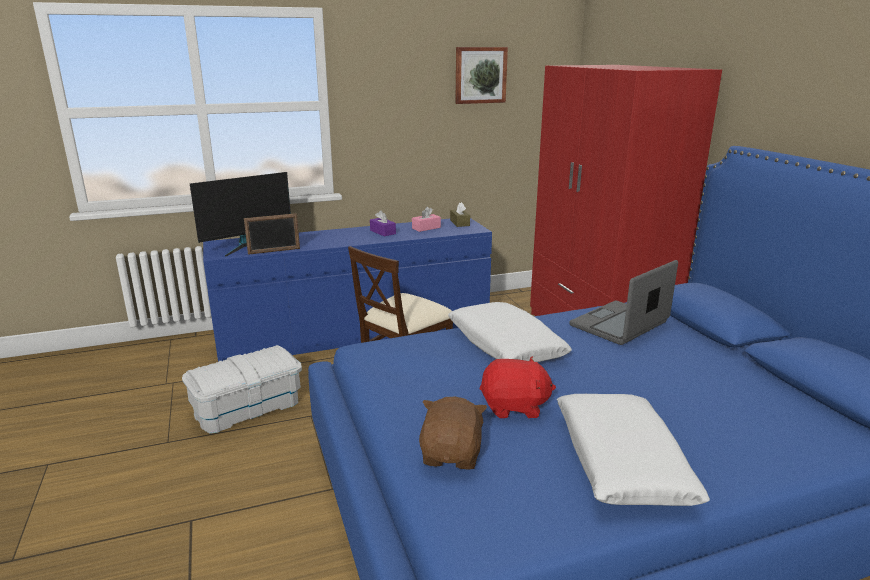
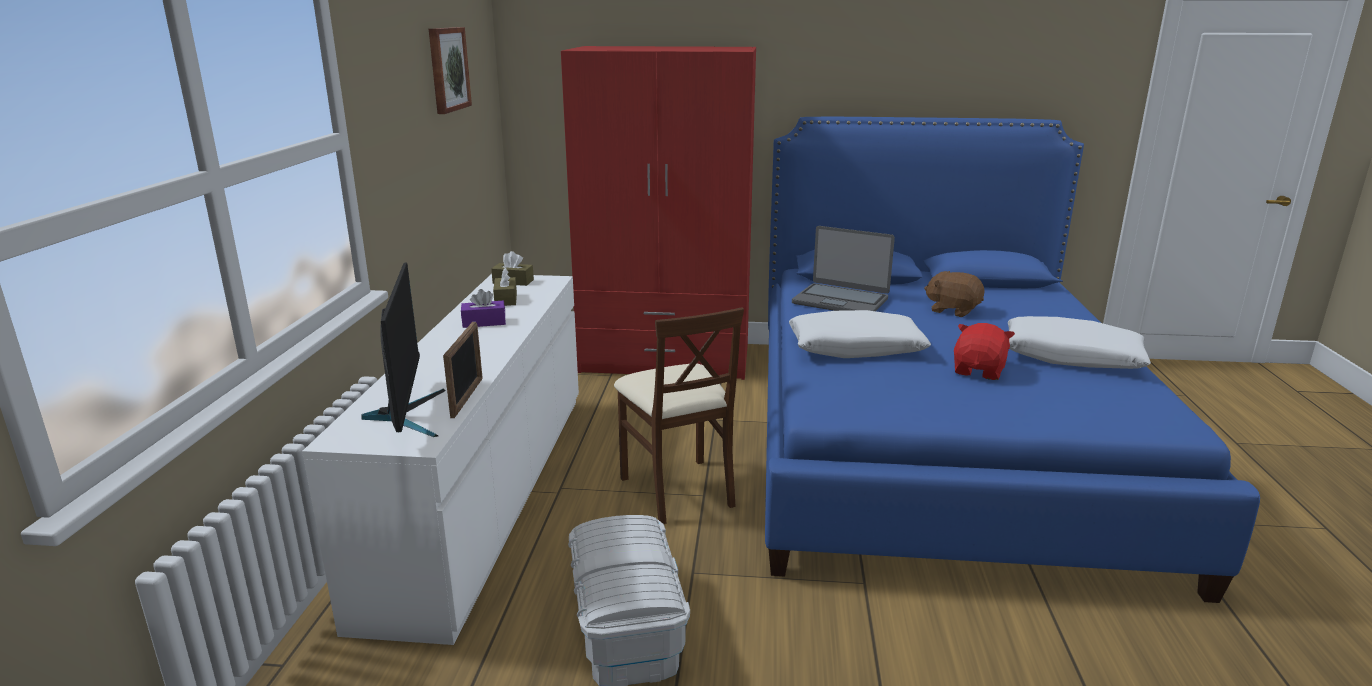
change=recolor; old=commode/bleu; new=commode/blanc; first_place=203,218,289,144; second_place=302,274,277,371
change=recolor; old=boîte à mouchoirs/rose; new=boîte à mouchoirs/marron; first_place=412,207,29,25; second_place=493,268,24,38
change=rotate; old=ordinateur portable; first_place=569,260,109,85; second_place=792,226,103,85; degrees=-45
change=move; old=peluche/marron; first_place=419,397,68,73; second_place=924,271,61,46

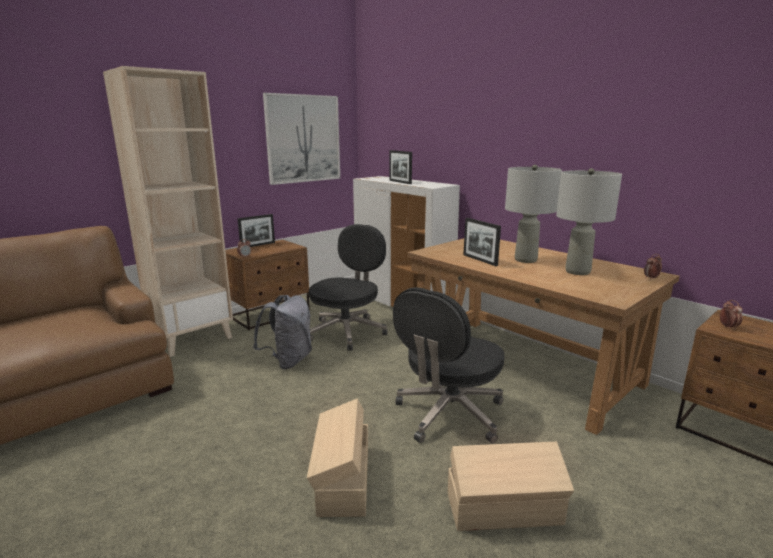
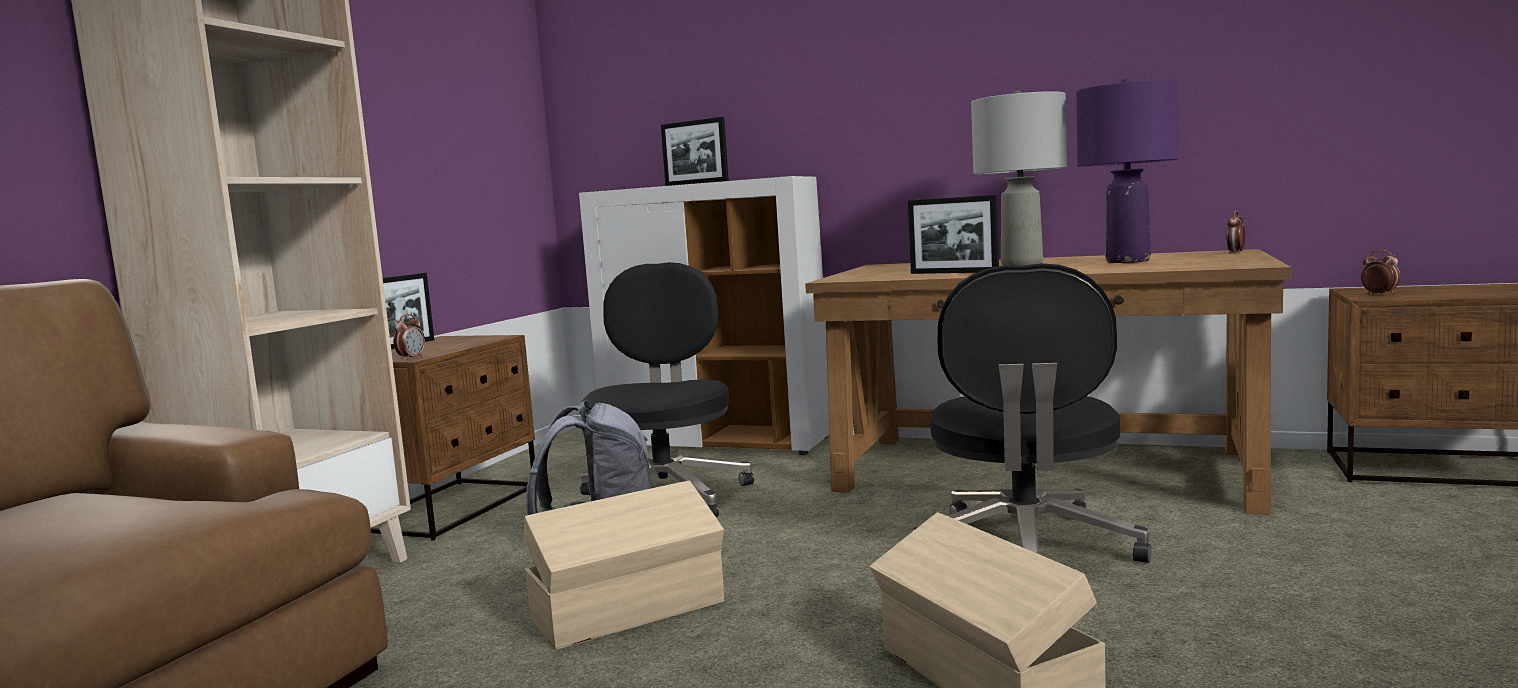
change=move; old=boîte de rangement/beige; first_place=448,442,126,89; second_place=523,481,201,169
change=recolor; old=lampe de table/gris; new=lampe de table/violet; first_place=556,168,66,107; second_place=1076,79,102,184
change=delete; old=tableau; first_place=263,93,77,92

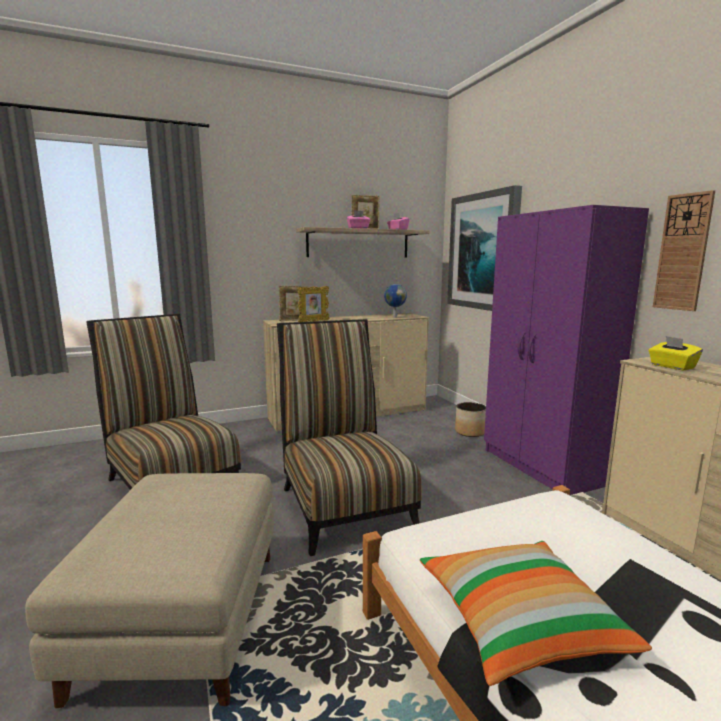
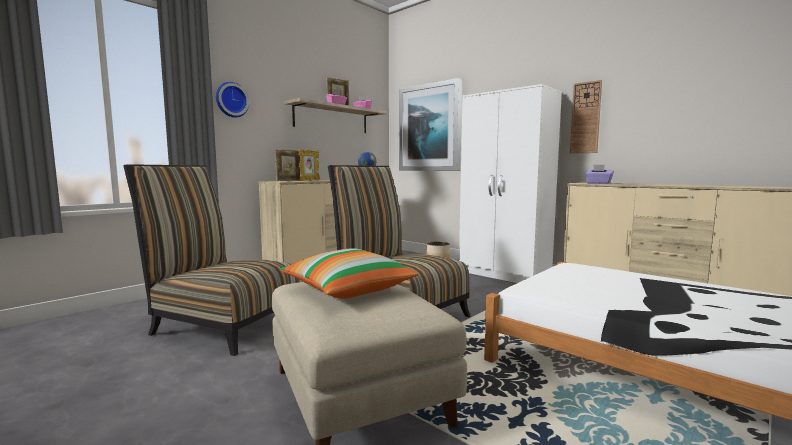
change=insert; new=horloge murale; second_place=216,82,33,35
change=move; old=coussin; first_place=420,541,232,145; second_place=280,248,139,51
change=recolor; old=armoire/violet; new=armoire/blanc; first_place=484,205,165,290; second_place=459,84,103,199
change=recolor; old=boîte à mouchoirs/jaune; new=boîte à mouchoirs/violet; first_place=649,336,54,34; second_place=585,165,29,19

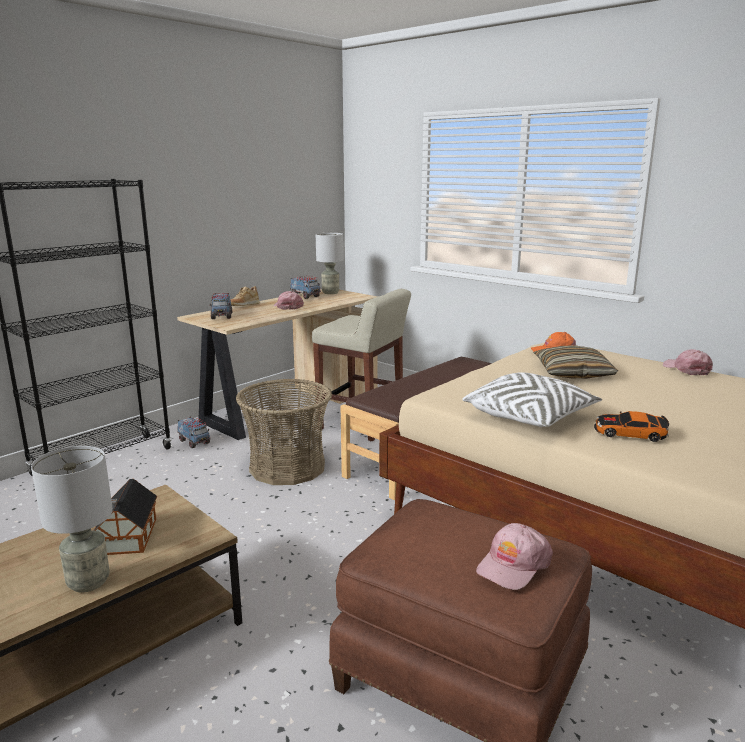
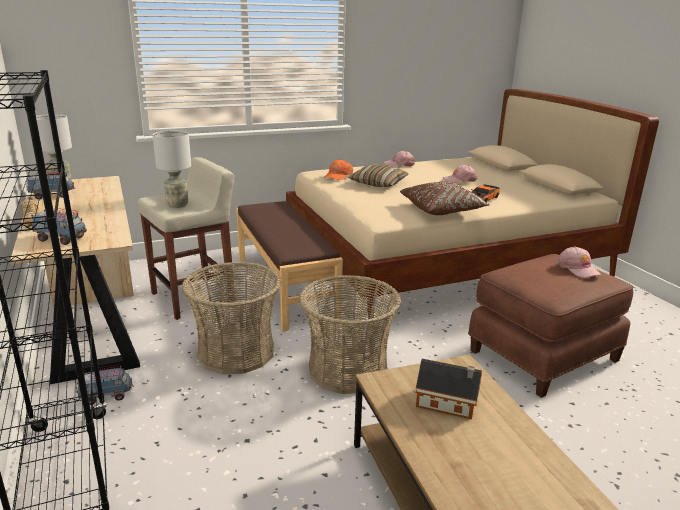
change=move; old=lampe de table/gris; first_place=31,446,82,146; second_place=153,131,38,77
change=insert; new=panier; second_place=299,275,102,119
change=recolor; old=coussin/blanc; new=coussin/marron; first_place=462,372,140,55; second_place=400,182,90,33
change=move; old=casquette/rose; first_place=273,291,31,19; second_place=443,165,35,18

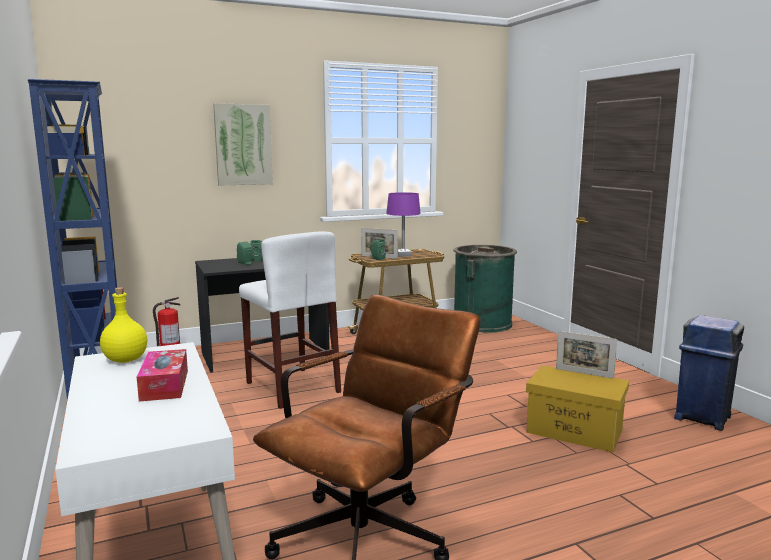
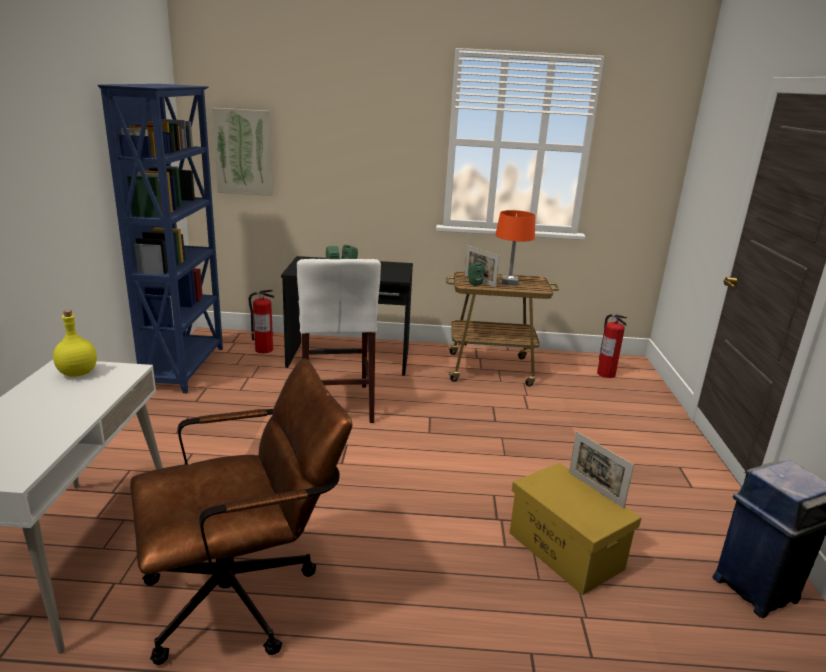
change=move; old=tableau; first_place=213,103,60,83; second_place=212,108,61,88
change=recolor; old=lampe de table/violet; new=lampe de table/orange; first_place=386,192,35,65; second_place=495,210,40,76
change=replace; old=poubelle/vert; new=extincteur; first_place=453,245,64,88; second_place=597,314,30,64
change=delete; old=boîte à mouchoirs; first_place=137,349,51,53

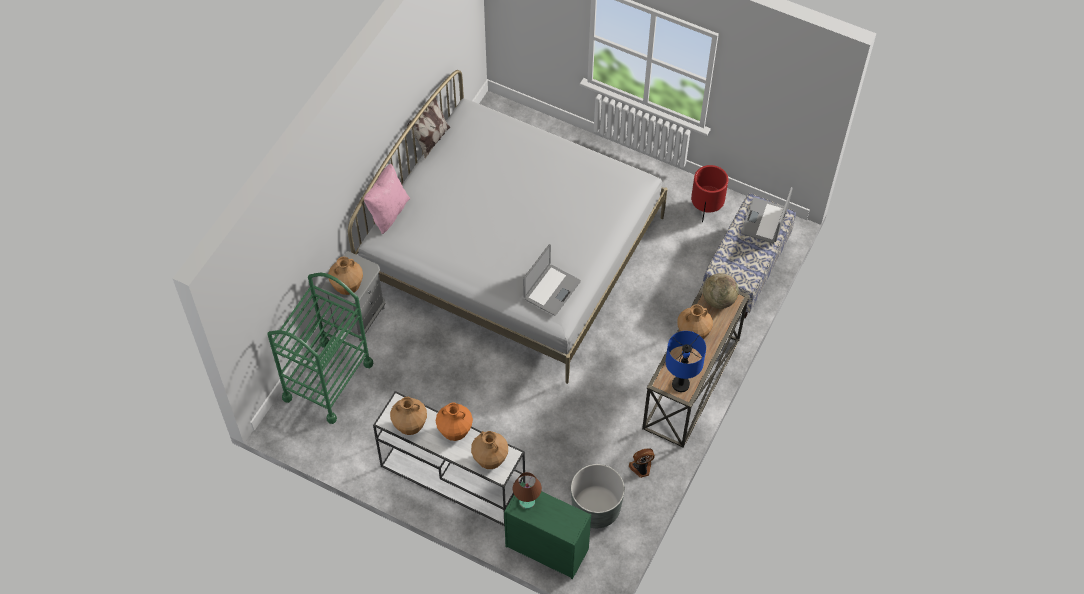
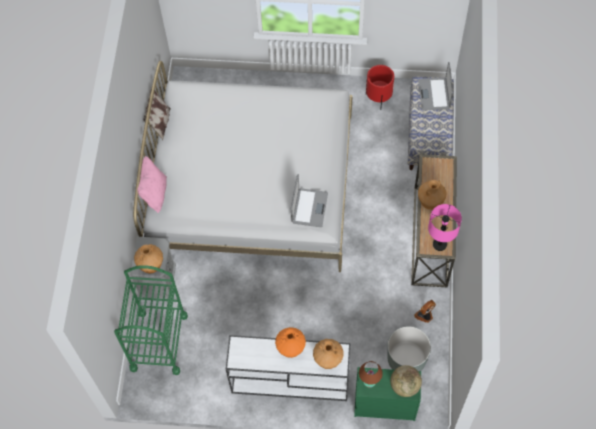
change=move; old=globe; first_place=703,273,36,36; second_place=390,365,32,32
change=recolor; old=lampe de table/bleu; new=lampe de table/rose; first_place=666,331,40,61; second_place=428,204,34,47
change=delete; old=vase/marron; first_place=390,397,37,38

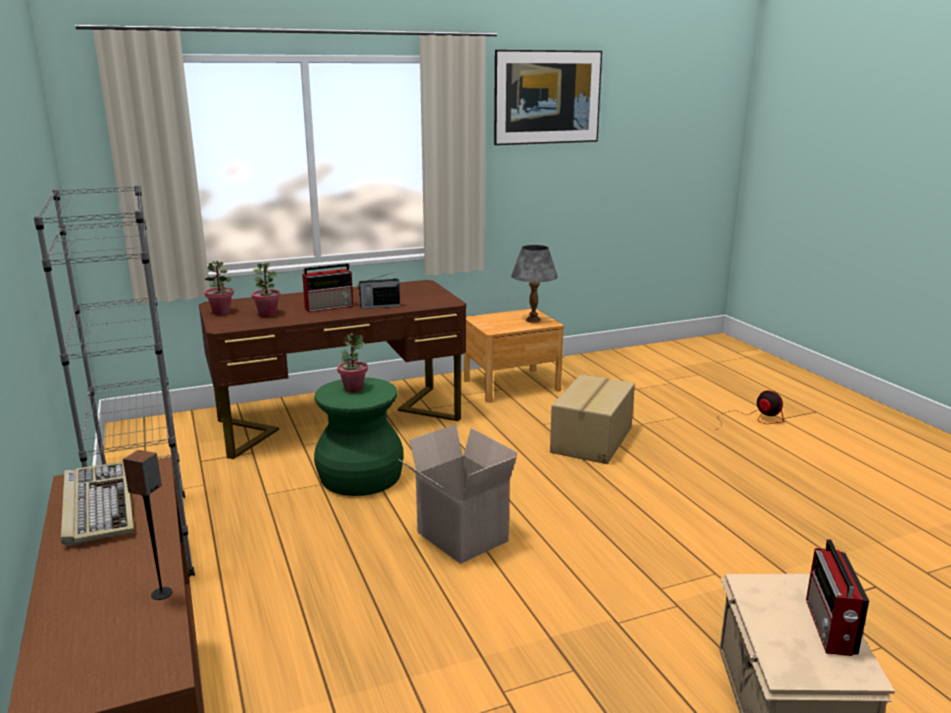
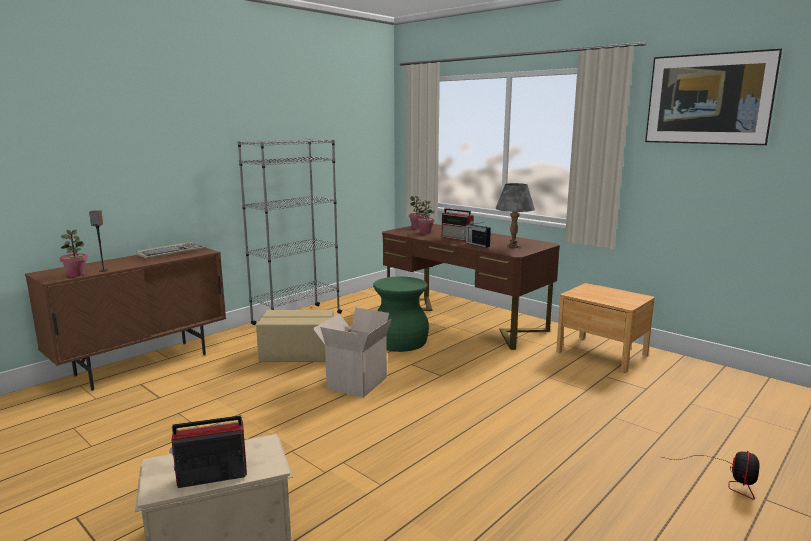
change=move; old=plante en pot; first_place=337,333,31,59; second_place=60,229,28,48
change=move; old=carton; first_place=550,374,85,90; second_place=256,310,78,52
change=move; old=lampe de table/gris; first_place=511,245,47,78; second_place=495,183,40,65

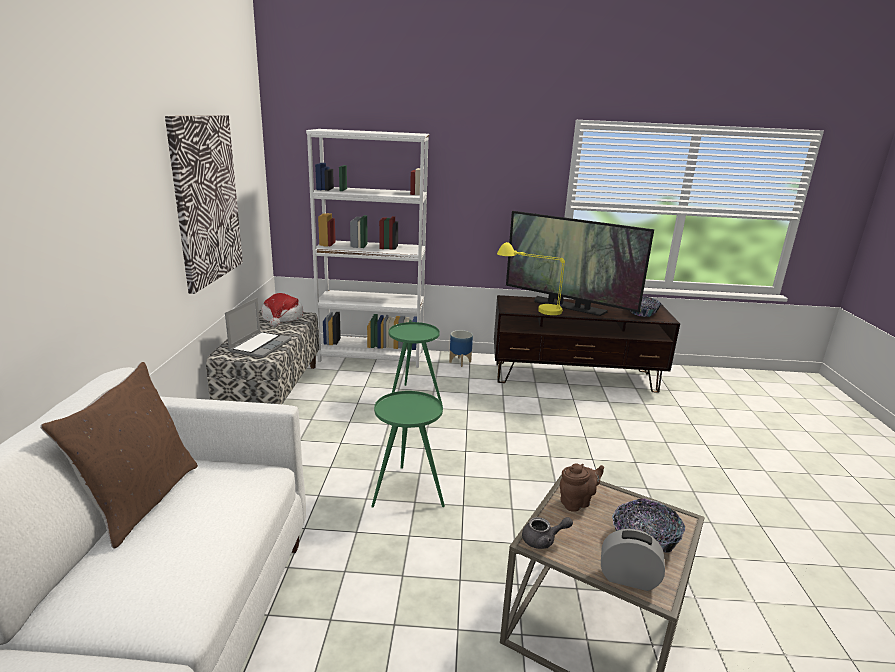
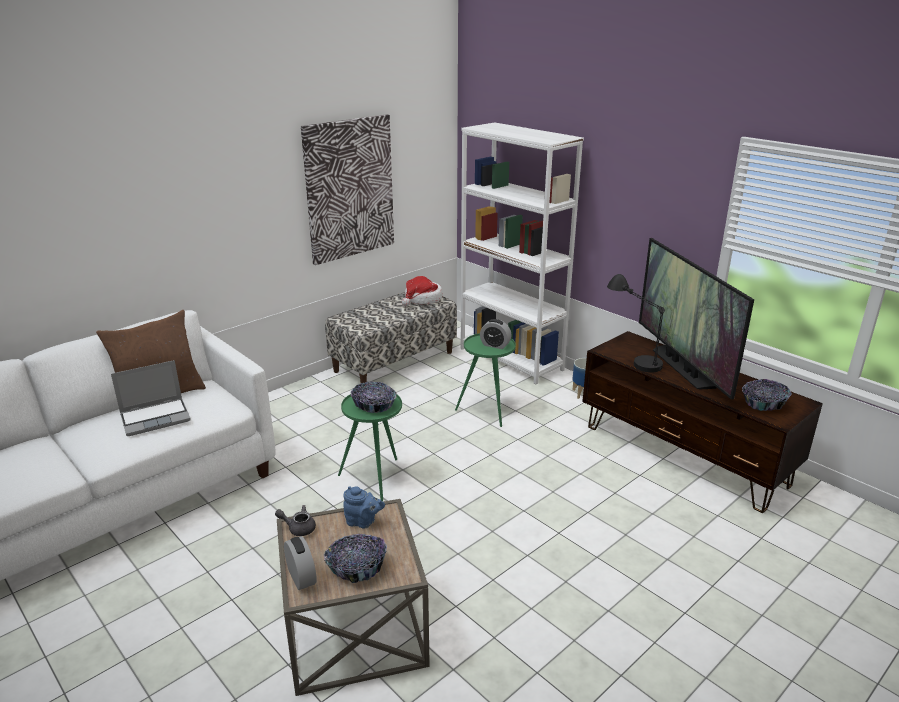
change=move; old=ordinateur portable; first_place=225,298,67,60; second_place=111,360,80,76
change=rotate; old=théière/gris; first_place=522,517,51,32; second_place=275,505,41,31; degrees=150
change=recolor; old=théière/marron; new=théière/bleu; first_place=560,463,44,49; second_place=343,486,42,42
change=insert; new=bol; second_place=351,382,46,31
change=insert; new=réveil; second_place=480,319,32,30
change=recolor; old=lampe de table/jaune; new=lampe de table/noir; first_place=497,242,68,73; second_place=607,274,58,99

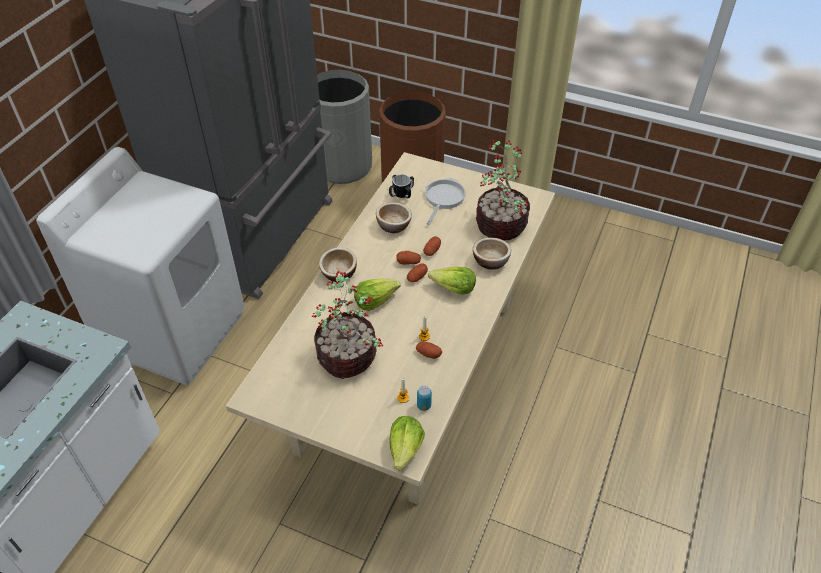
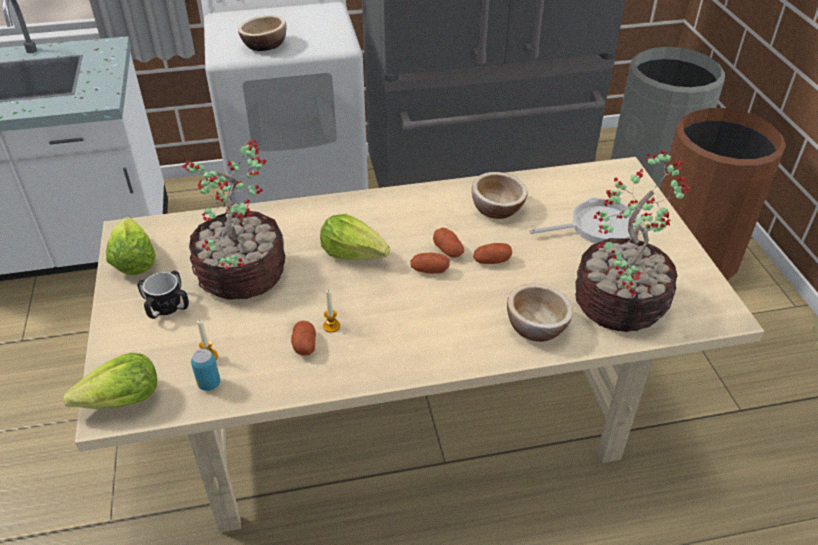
change=move; old=laitue; first_place=428,267,48,28; second_place=106,217,50,58
change=move; old=mug; first_place=389,174,25,24; second_place=137,271,52,48
change=move; old=bol; first_place=319,247,38,35; second_place=238,15,48,36

